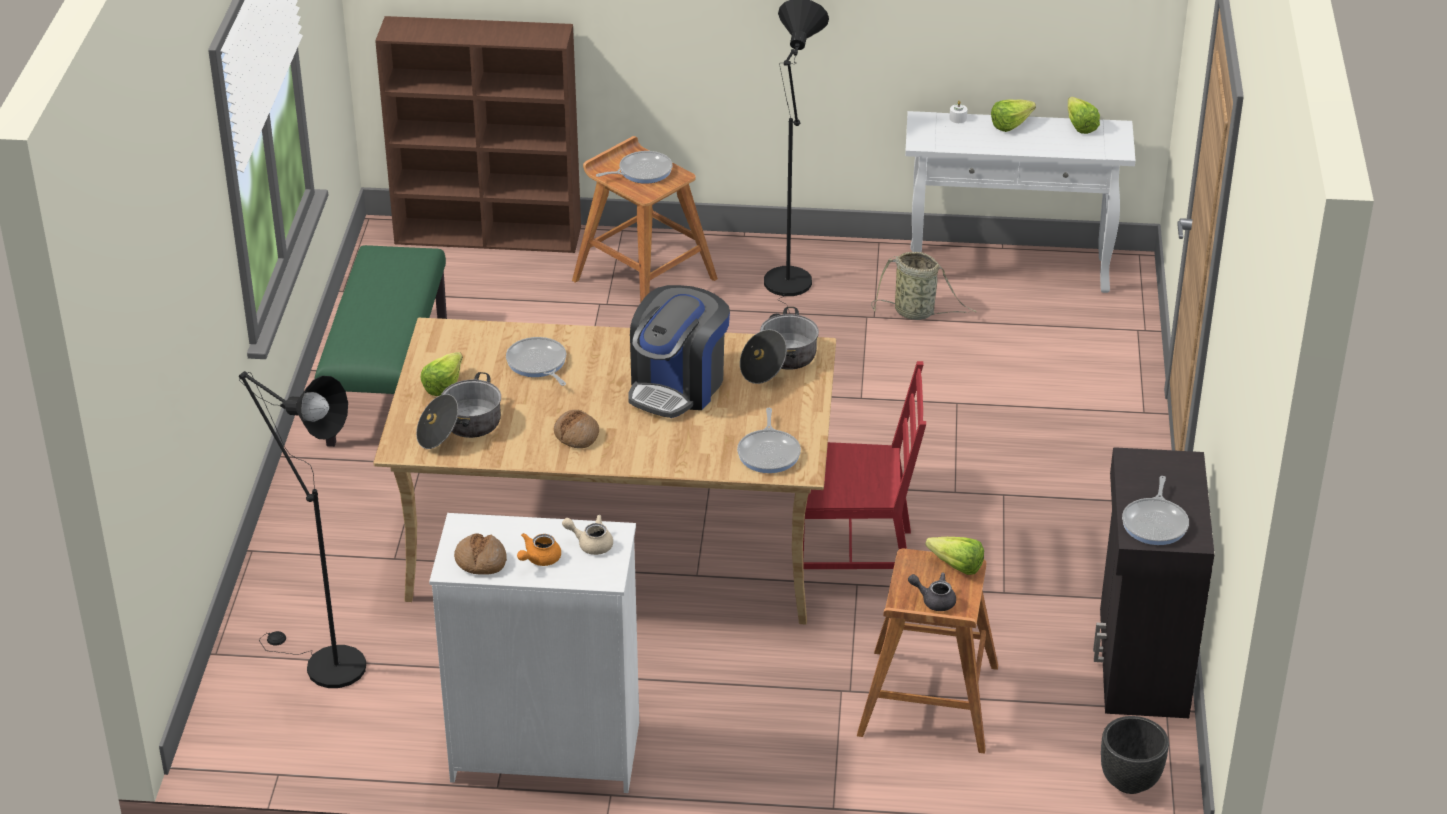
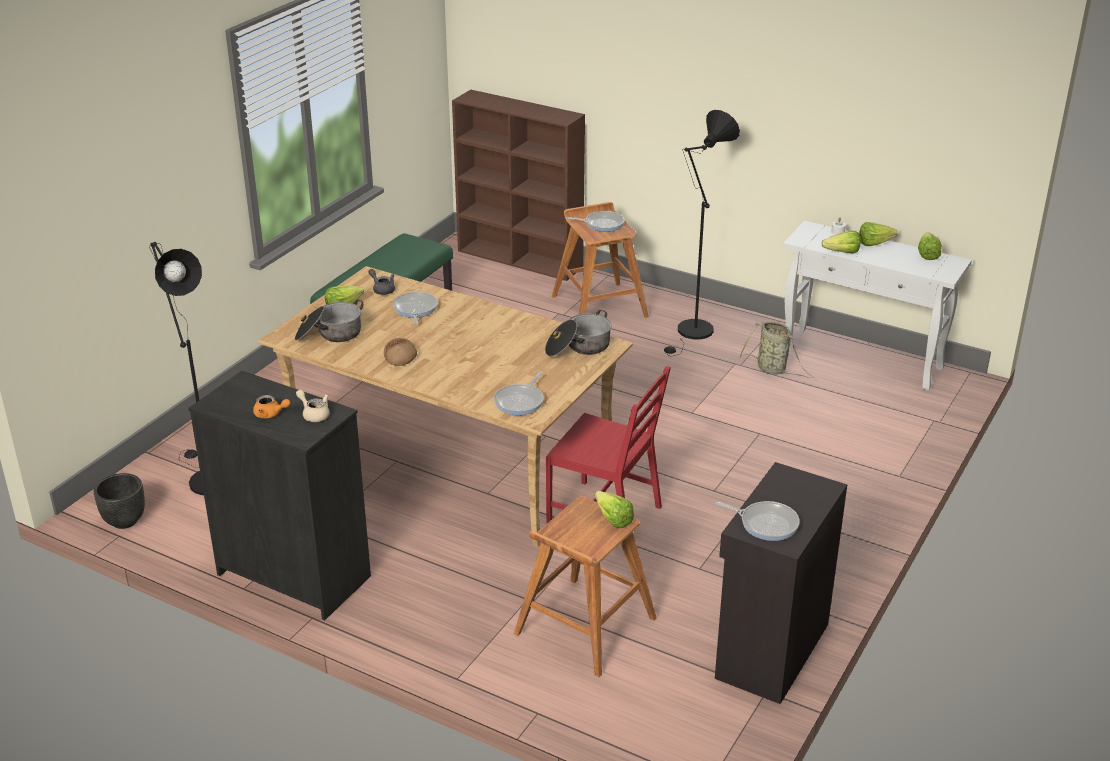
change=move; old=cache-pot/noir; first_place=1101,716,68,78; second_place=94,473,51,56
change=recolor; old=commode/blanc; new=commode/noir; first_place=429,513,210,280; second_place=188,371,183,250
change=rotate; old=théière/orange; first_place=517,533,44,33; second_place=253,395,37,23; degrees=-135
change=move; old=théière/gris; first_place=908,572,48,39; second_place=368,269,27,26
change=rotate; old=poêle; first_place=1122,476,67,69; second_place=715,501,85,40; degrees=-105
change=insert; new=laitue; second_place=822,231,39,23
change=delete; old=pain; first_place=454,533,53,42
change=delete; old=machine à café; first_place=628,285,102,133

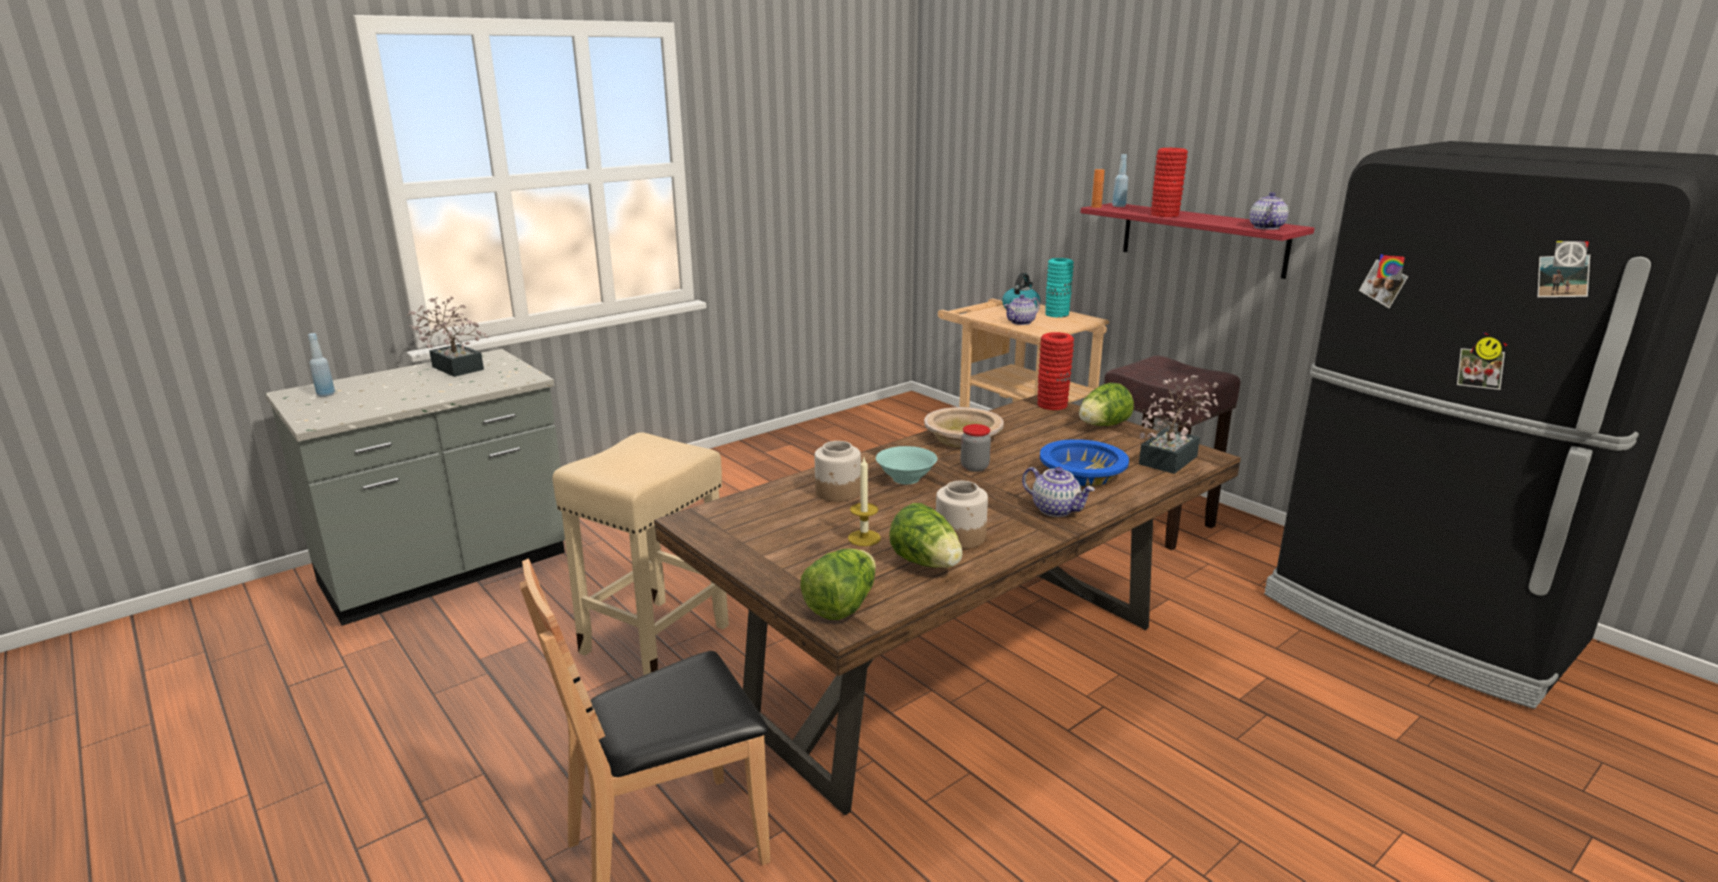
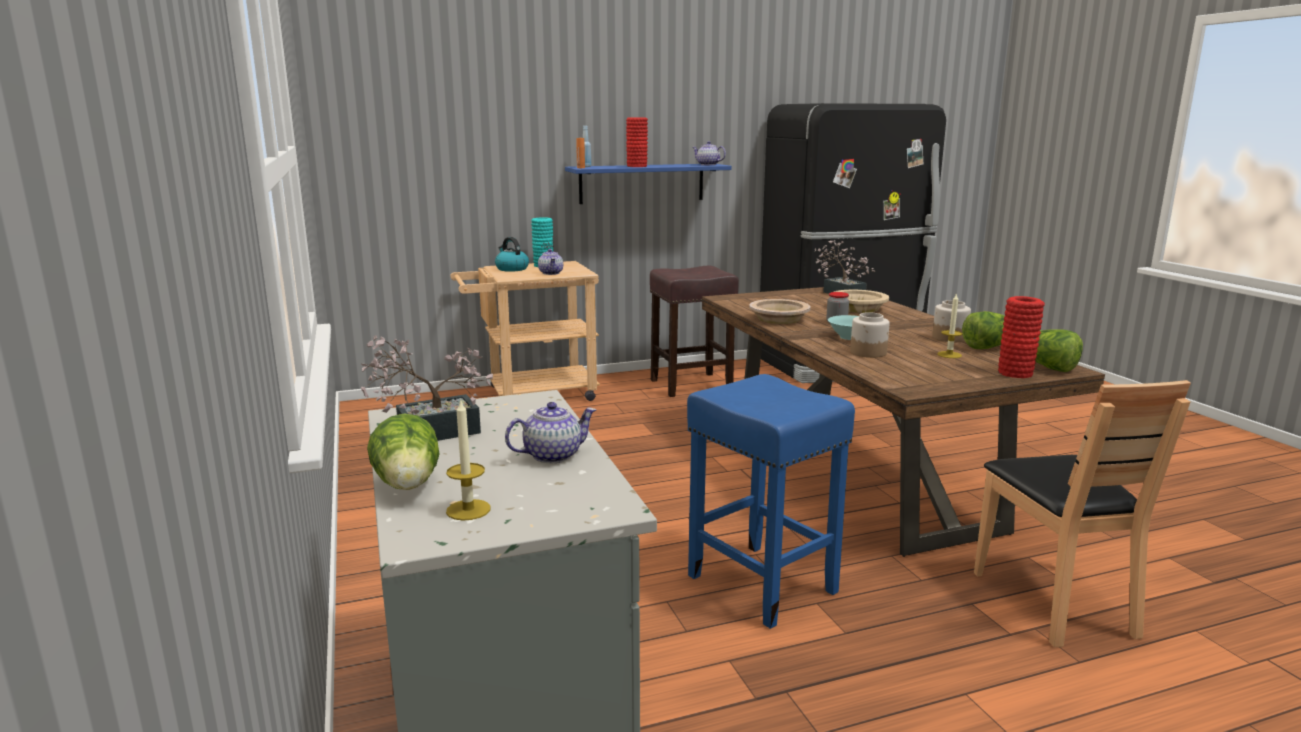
change=move; old=laitue; first_place=1079,383,55,43; second_place=367,413,72,77
change=replace; old=bouteille/bleu; new=bougie; first_place=308,333,27,64; second_place=446,398,45,123
change=move; old=théière; first_place=1022,467,73,50; second_place=505,402,91,61
change=recolor; old=étagère/rouge; new=étagère/bleu; first_place=1081,203,234,76; second_place=565,164,167,40
change=recolor; old=tabouret/beige; new=tabouret/bleu; first_place=552,432,177,243; second_place=687,374,168,255
change=recolor; old=bol/bleu; new=bol/beige; first_place=1040,439,89,47; second_place=834,290,55,23
change=move; old=vase/rouge; first_place=1037,332,37,78; second_place=998,296,47,82

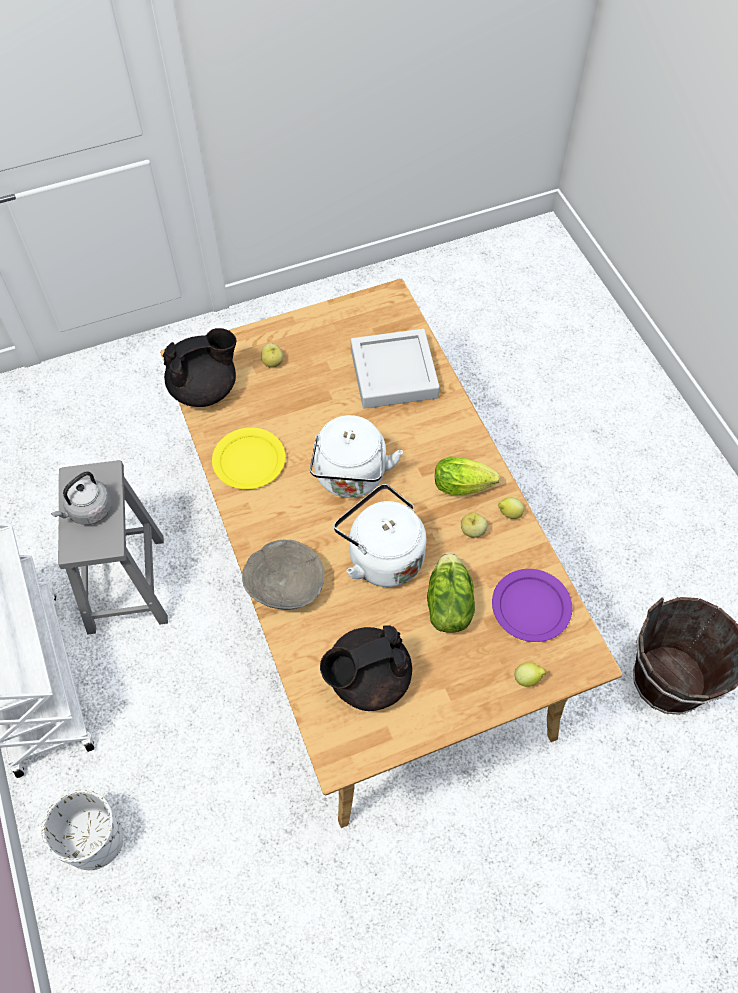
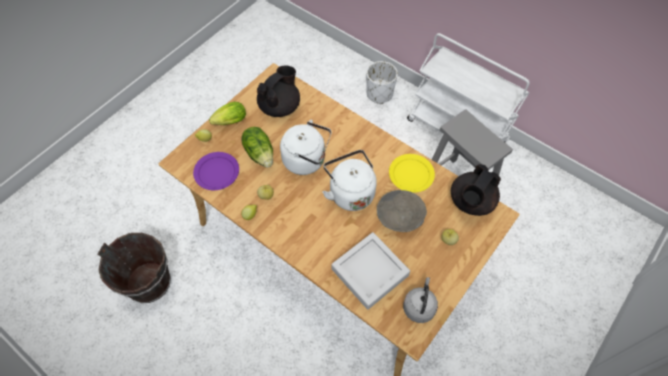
change=move; old=laitue; first_place=435,456,65,39; second_place=209,102,37,23
change=move; old=bol/gris; first_place=242,540,82,70; second_place=377,190,50,42
change=move; old=bouilloire/gris; first_place=51,472,61,53; second_place=403,277,35,46

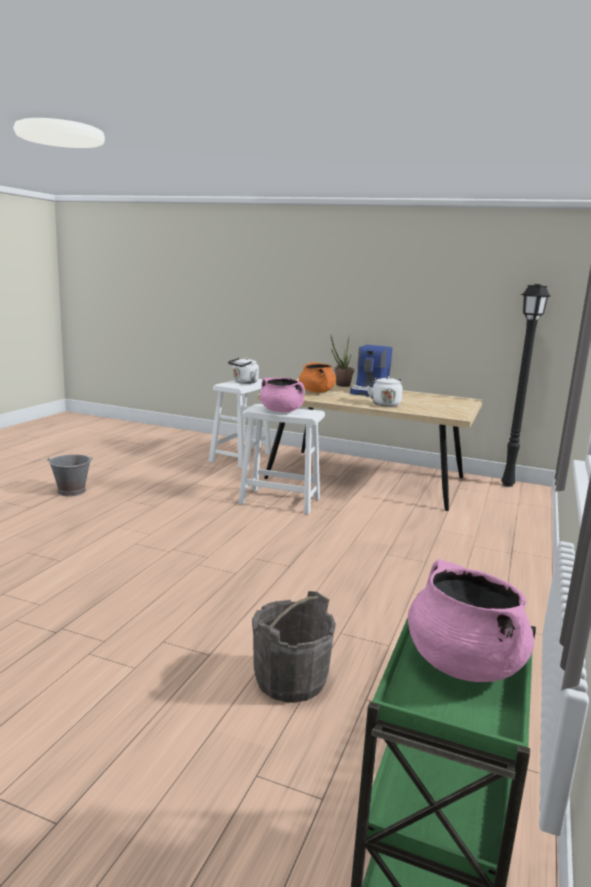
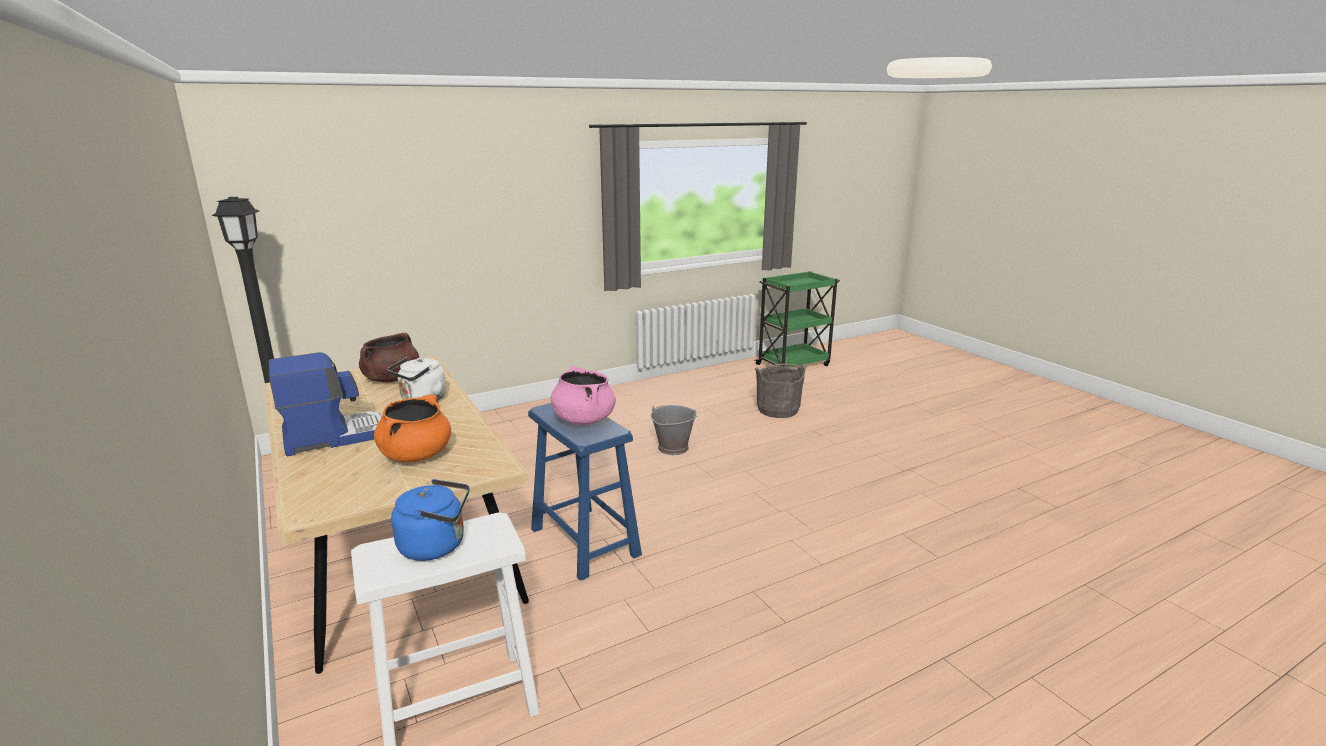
change=insert; new=marmite/marron; second_place=359,333,60,49
change=recolor; old=bouilloire/blanc; new=bouilloire/bleu; first_place=228,357,31,27; second_place=391,479,79,82
change=recolor; old=tabouret/blanc; new=tabouret/bleu; first_place=238,404,87,110; second_place=528,403,114,178
change=move; old=seau/gris; first_place=47,454,46,42; second_place=651,405,46,50
change=delete; old=plante en pot; first_place=331,336,23,51
change=delete; old=marmite/rose; first_place=408,559,126,123

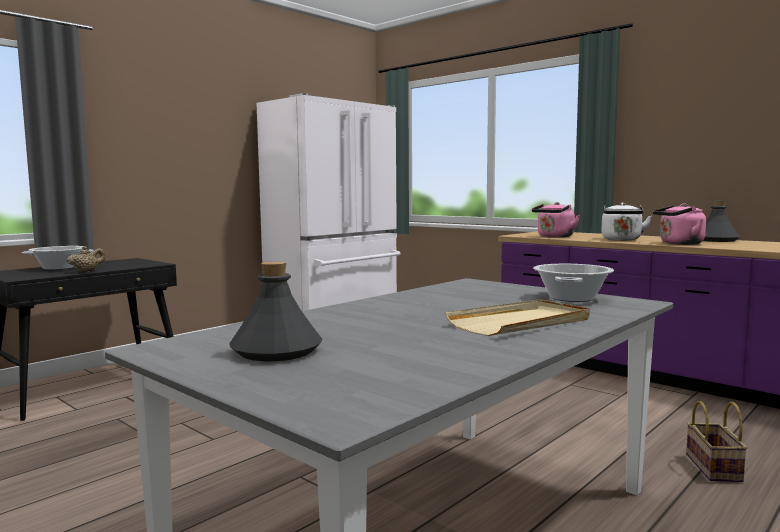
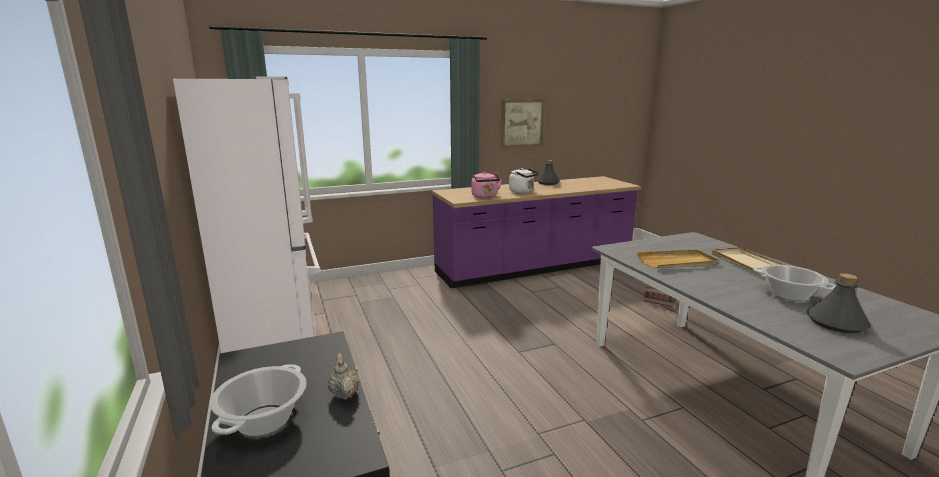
change=insert; new=tableau; second_place=501,99,44,49
change=insert; new=plateau/beige; second_place=637,250,82,18
change=move; old=marmite; first_place=533,264,81,38; second_place=753,265,83,36
change=delete; old=bouilloire/rose; first_place=653,203,53,42

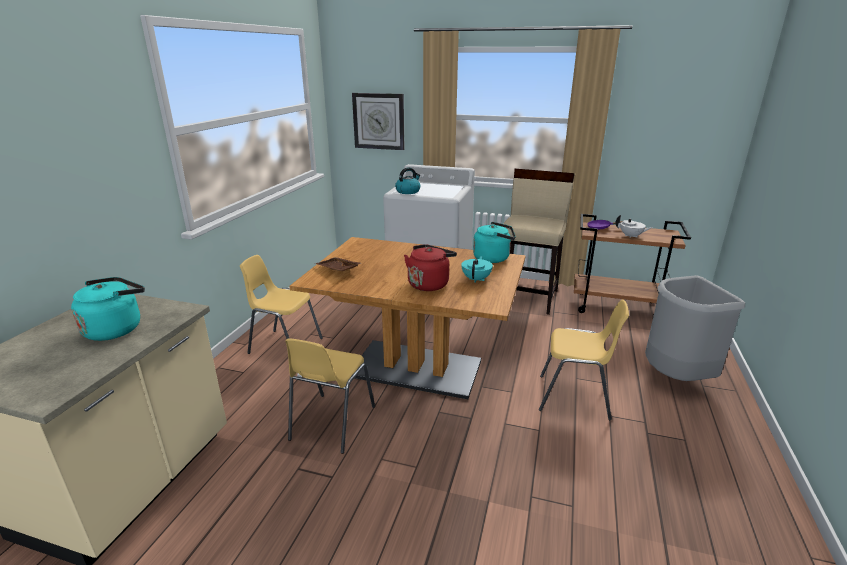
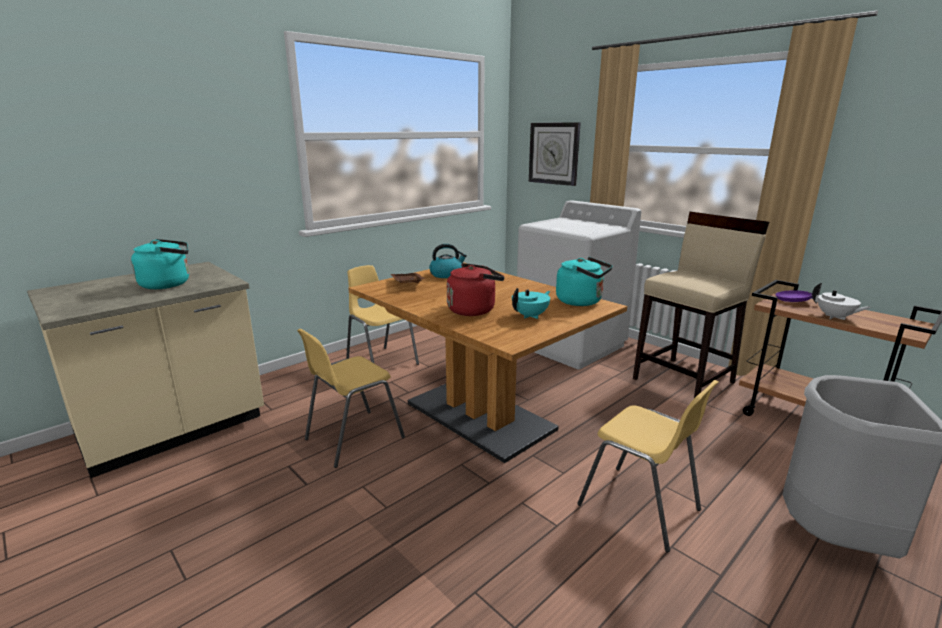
change=move; old=bouilloire; first_place=395,167,25,27; second_place=429,244,38,34

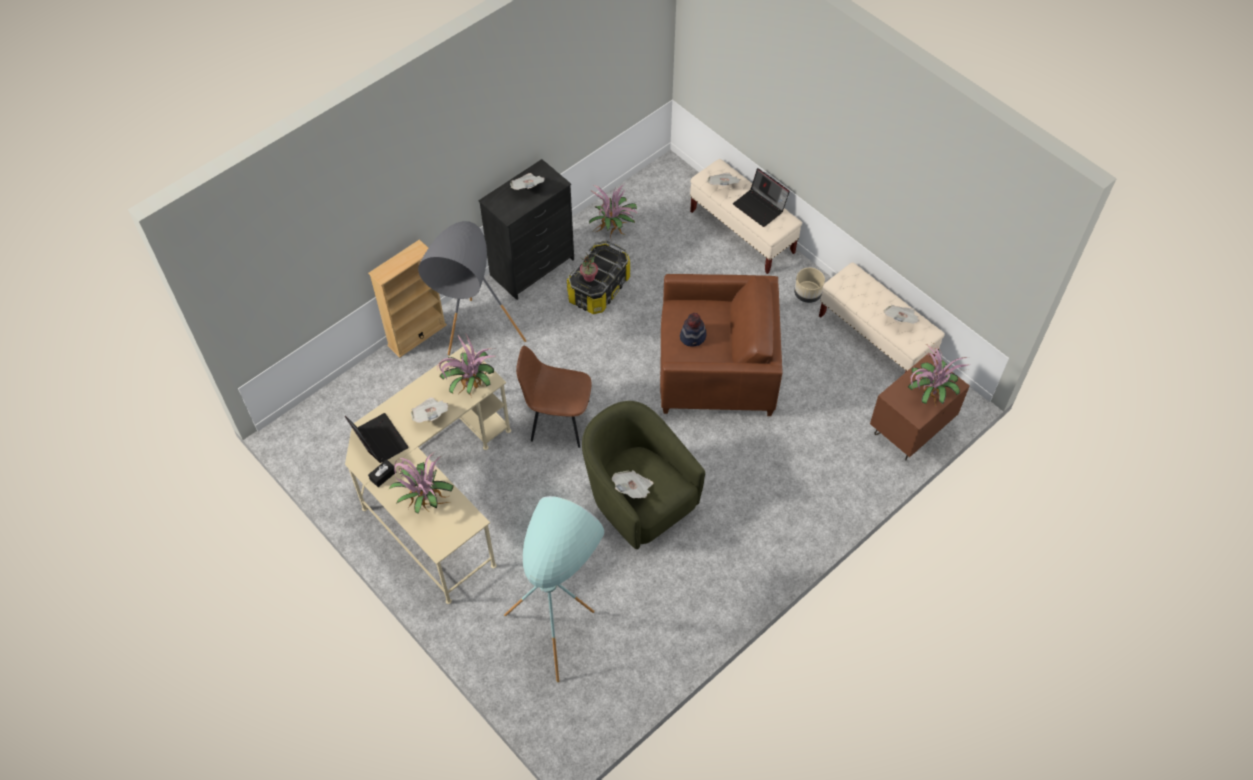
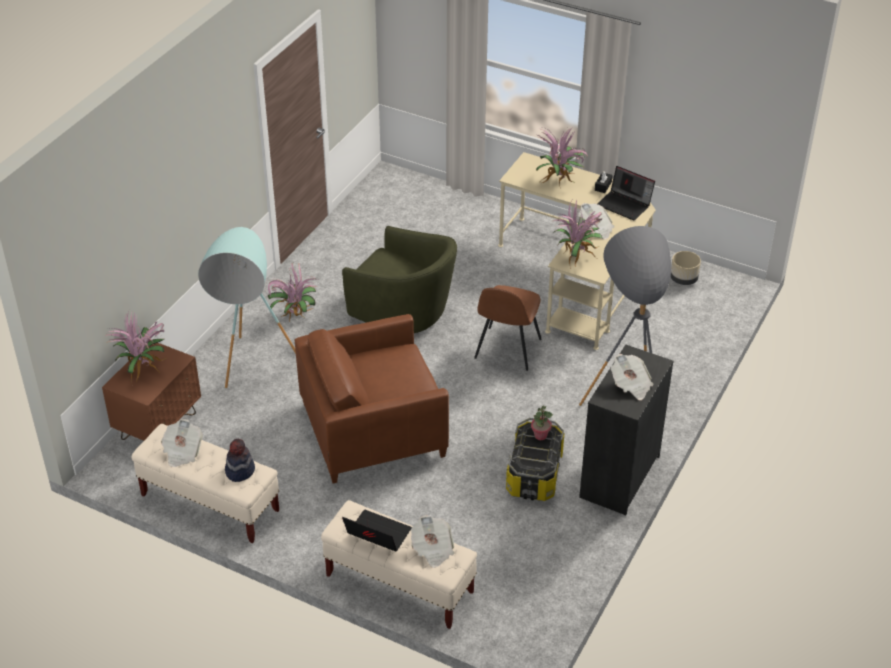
change=move; old=lampadaire/turquoise; first_place=504,496,100,186; second_place=198,227,98,161
change=move; old=chapeau; first_place=680,313,27,33; second_place=225,439,30,43
change=move; old=plante en pot; first_place=589,184,48,57; second_place=267,262,51,60
change=rotate; old=chaise/marron; first_place=516,346,76,102; second_place=474,285,68,86; degrees=120
change=move; old=cache-pot/beige; first_place=794,268,31,35; second_place=671,251,30,34
change=delete; old=bibliothèque/beige; first_place=368,239,79,119
change=delete; old=journal; first_place=612,470,41,28

